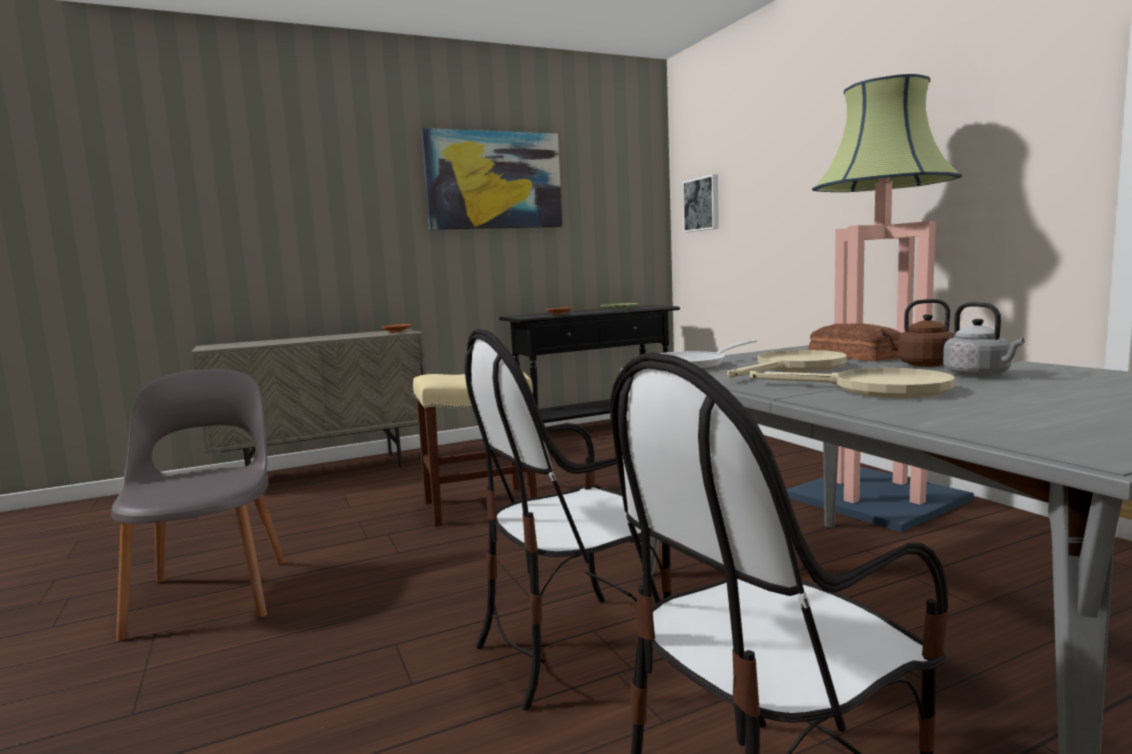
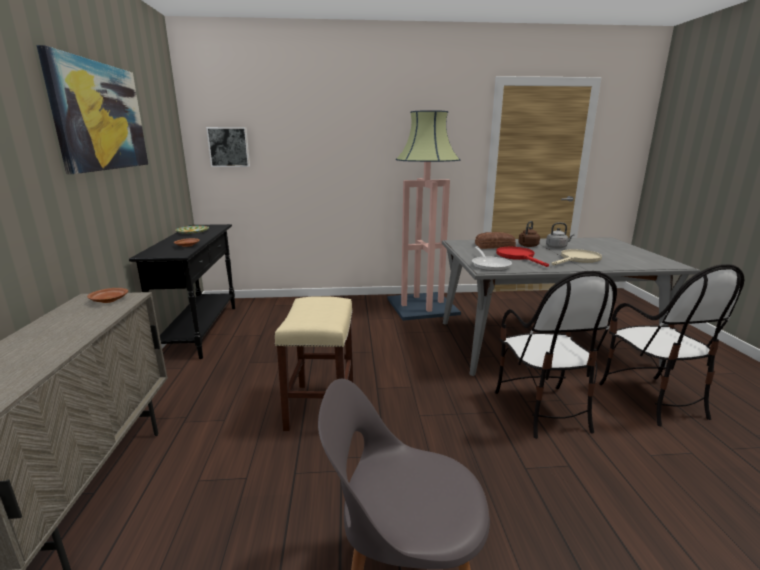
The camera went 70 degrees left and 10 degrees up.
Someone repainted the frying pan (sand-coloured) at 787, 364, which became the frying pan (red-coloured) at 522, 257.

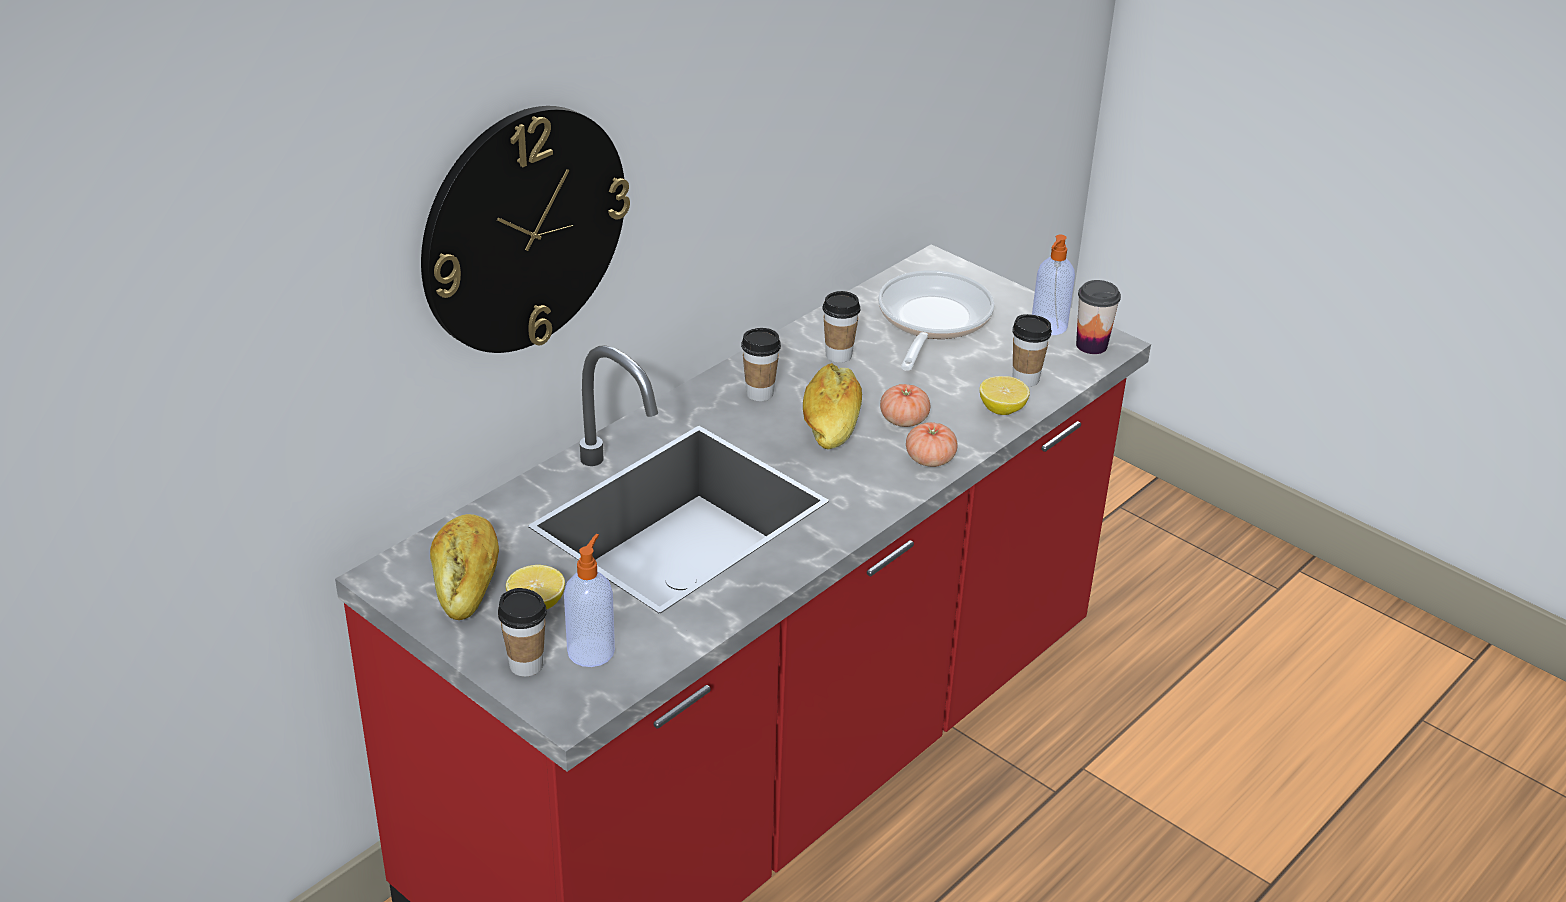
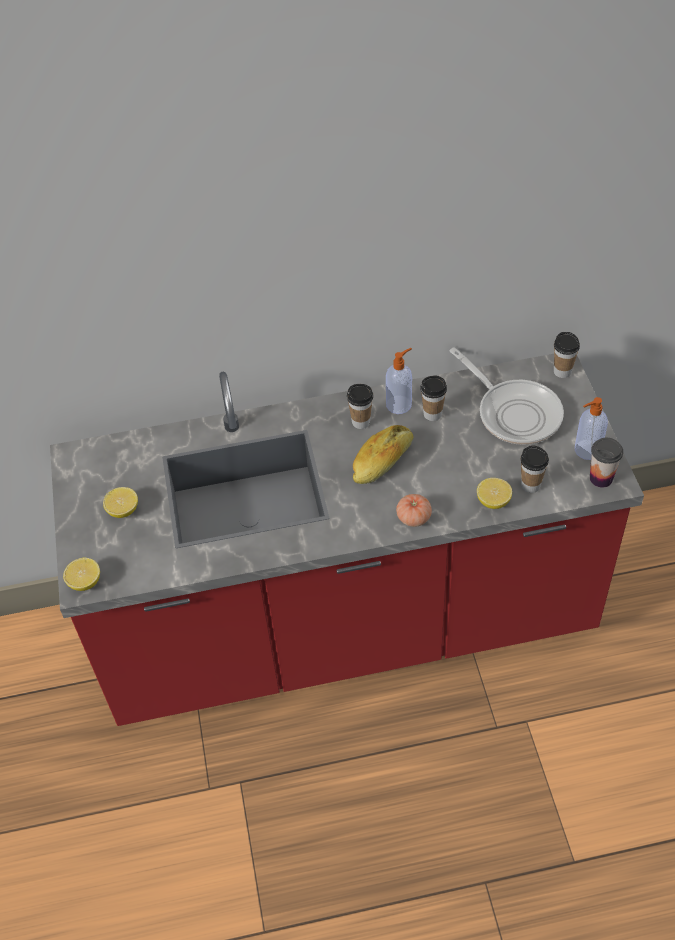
The camera went 40 degrees right and 15 degrees up.
Someone took away the hanging clock at 525, 229.
Someone took away the bread at 464, 567.
Someone carried the drinking cup from 522, 632 to 567, 355.
Someone carried the liquid soap bottle from 589, 600 to 399, 381.
Someone rotated the frying pan at 936, 320 by 90 degrees clockwise.
Someone took away the fresh tomato at 905, 405.
Someone put down the citrus fruit at 81, 574.

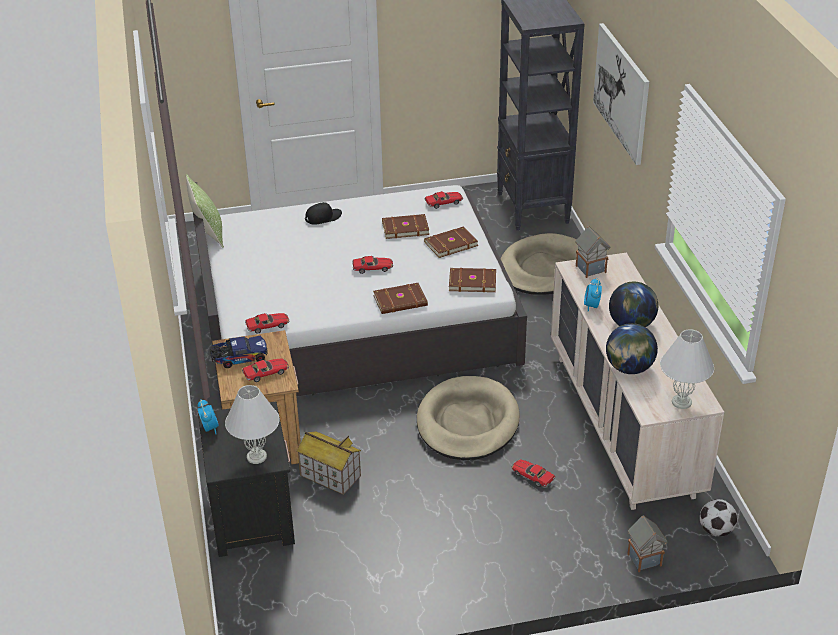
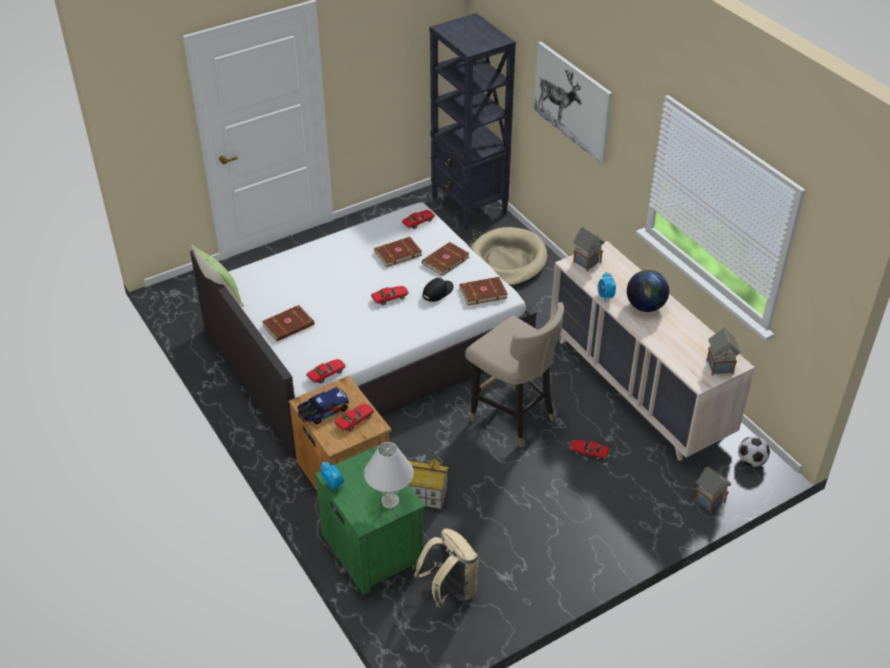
The camera went 20 degrees left and 5 degrees up.
Someone repainted the bedside table (blackish) at 246, 479, which became the bedside table (green) at 370, 520.
Someone carried the peaked cap (blackish) from 323, 213 to 438, 290.
Someone carried the volume (brown) from 400, 298 to 288, 323.
Someone swapped the pet bed (sand-coloured) at 468, 418 for the sitting stool (sand-coloured) at 514, 374.
Someone took away the globe at 632, 348.
Someone swapped the lamp for a table (white-coloured) at 687, 369 for the miniature house at 723, 352.
Someone put down the knapsack (sand-coloured) at 446, 568.

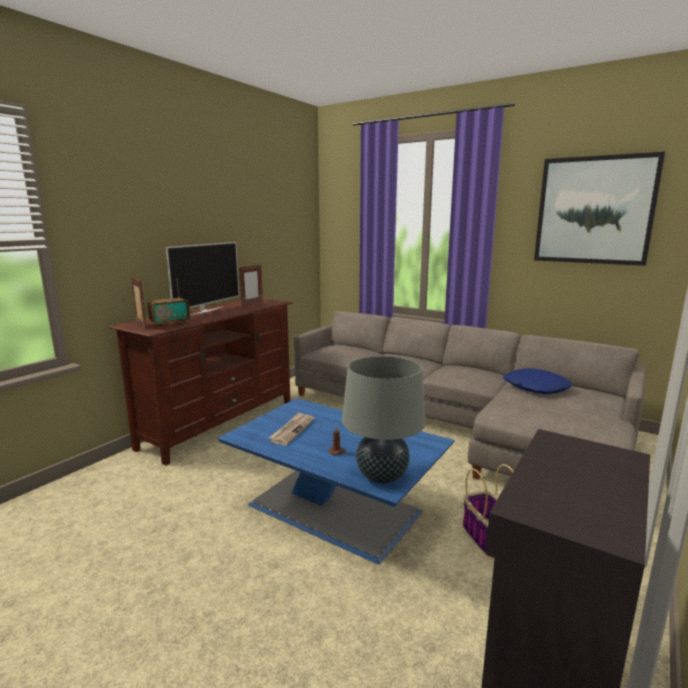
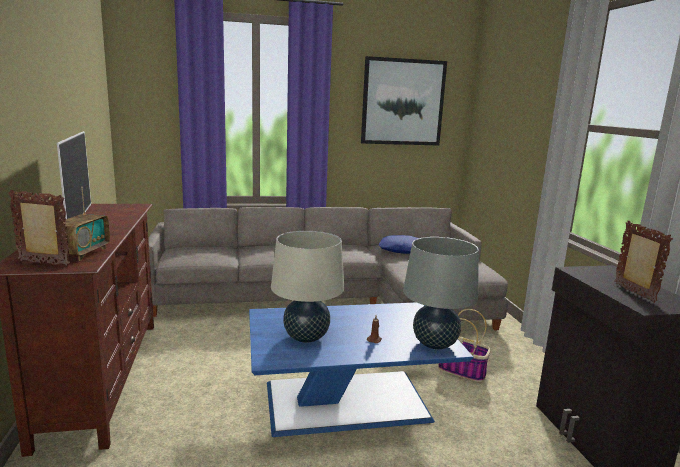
The camera went 45 degrees left and 0 degrees up.
Someone carried the picture frame from 251, 285 to 643, 262.
Someone swapped the printed paper at 291, 429 for the lamp for a table (sand-coloured) at 307, 287.

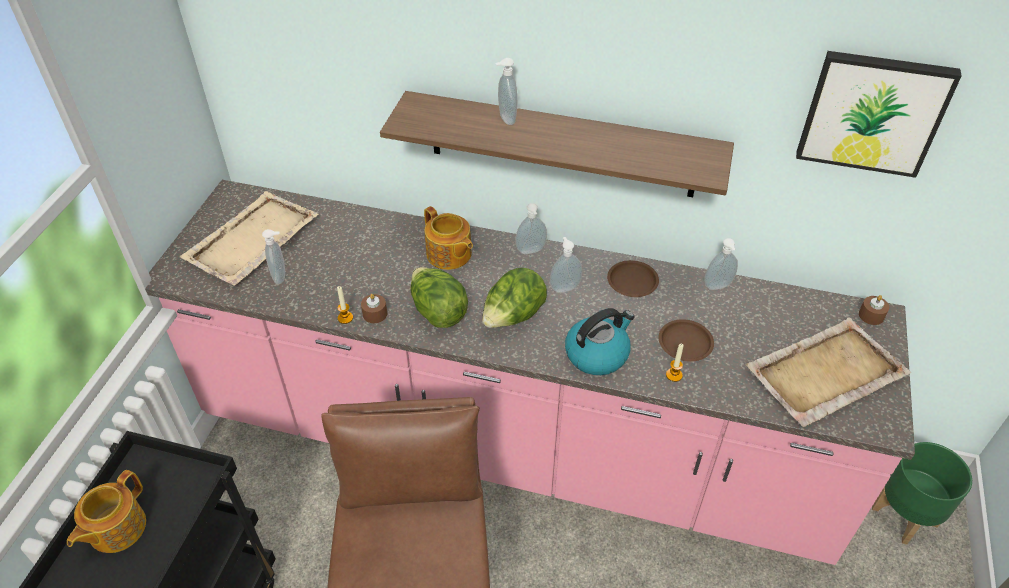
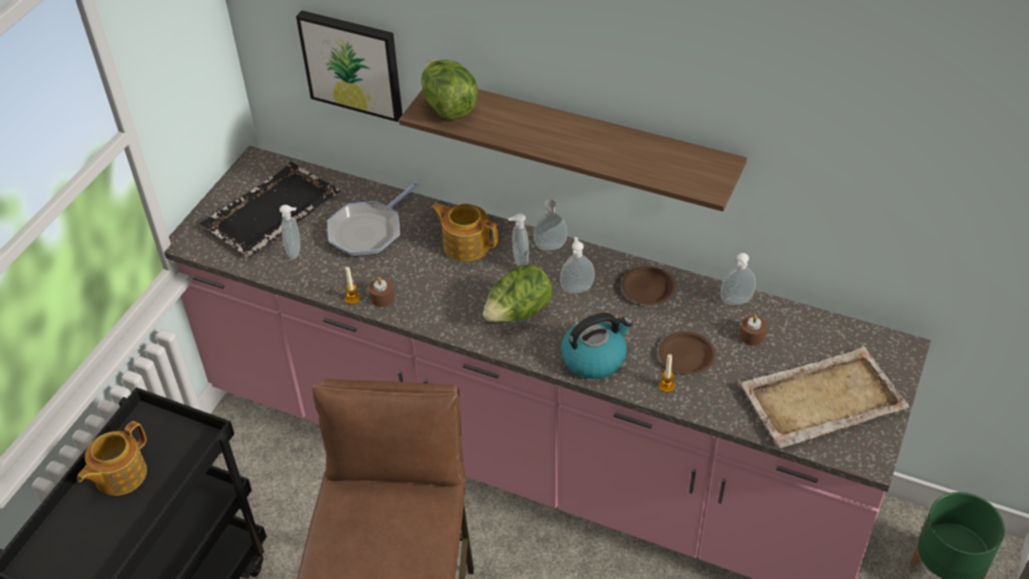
The camera went 10 degrees right and 0 degrees up.
Someone repainted the tray (sand-coloured) at 249, 238, which became the tray (blackish) at 270, 209.
Someone carried the lettuce head from 439, 297 to 449, 89.
Someone rotated the tea pot at 448, 238 by 150 degrees clockwise.
Someone carried the liquid soap bottle from 506, 91 to 518, 239.
Someone carried the wall picture from 878, 114 to 349, 66.
Someone carried the candle (brown) from 874, 310 to 753, 330.
Someone put down the frying pan at 373, 219.

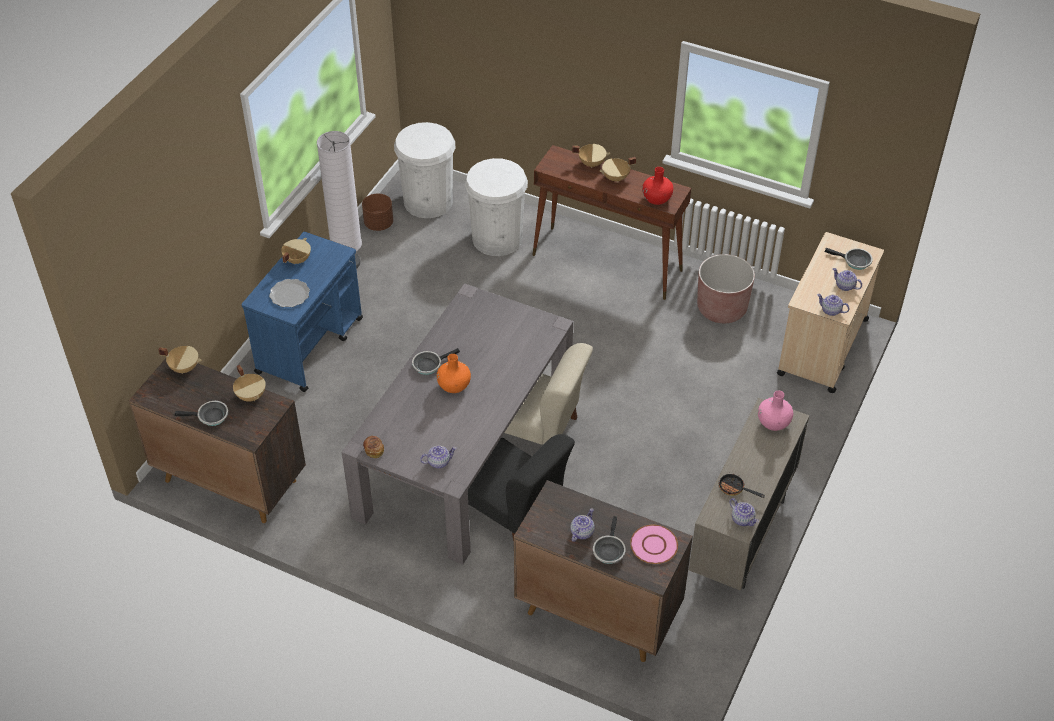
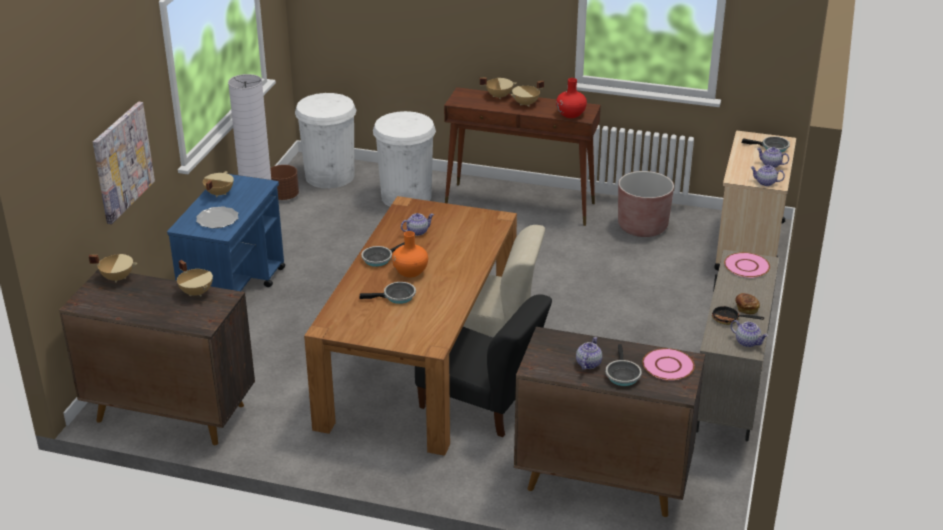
The camera went 10 degrees left and 15 degrees down.
Someone carried the frying pan from 201, 413 to 387, 293.
Someone repainted the dining table (grey) at 457, 423, which became the dining table (brown) at 410, 326.
Someone carried the bread from 373, 447 to 747, 303.
Someone carried the tea pot from 438, 457 to 417, 224.
Someone swapped the vase (pinkish) at 775, 411 for the plate (pinkish) at 747, 265.
Someone put up the wall picture at 124, 163.

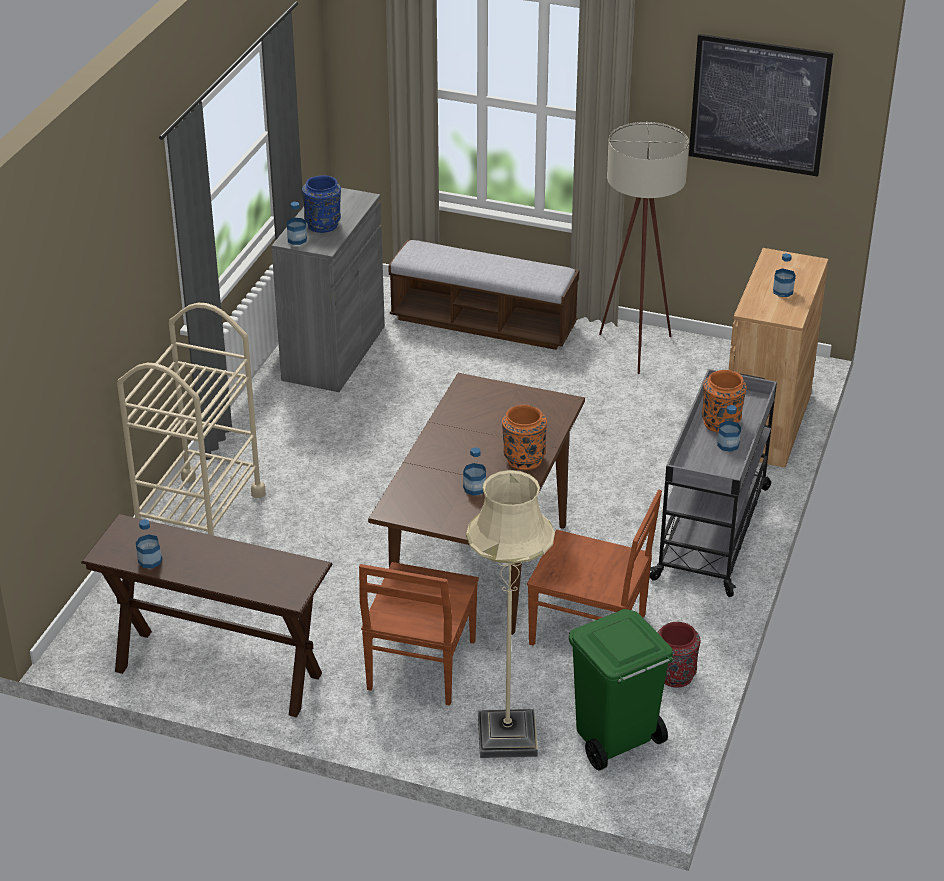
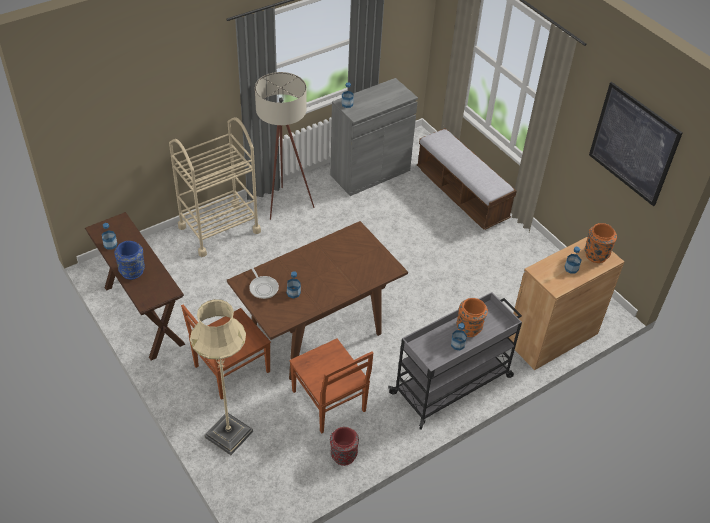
The camera went 35 degrees right and 10 degrees up.
Someone carried the vase (bluish) from 321, 204 to 129, 260.
Someone carried the vase (orange) from 524, 437 to 601, 243.
Someone took away the trash can (green) at 621, 689.
Someone carried the floor lamp (sand-coloured) from 644, 248 to 285, 146.
Someone put down the frying pan at 263, 280.

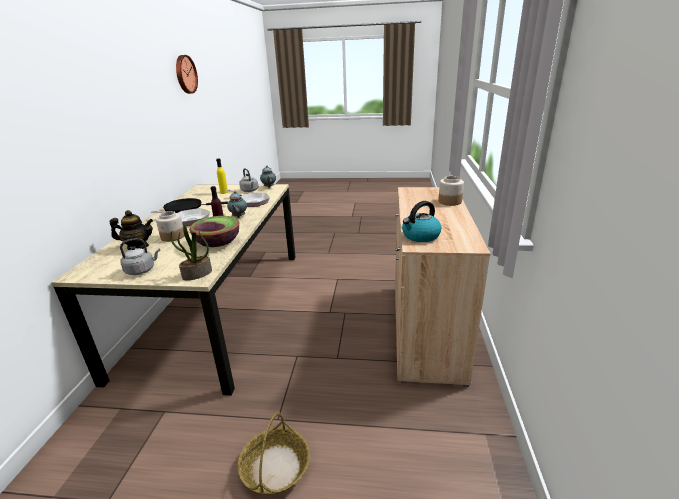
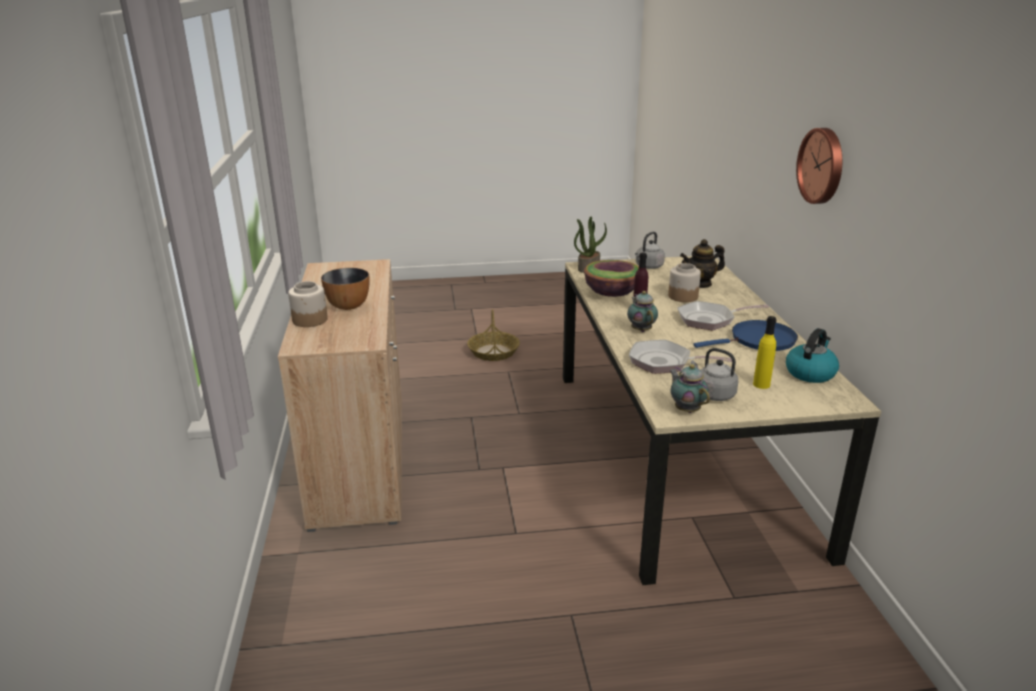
The camera went 165 degrees right and 0 degrees up.
Someone repainted the frying pan (blackish) at 195, 205, which became the frying pan (bluish) at 745, 335.
Someone carried the hanging clock from 187, 74 to 819, 166.
Someone carried the tea kettle from 421, 221 to 812, 355.
Someone put down the deep dish at 345, 289.

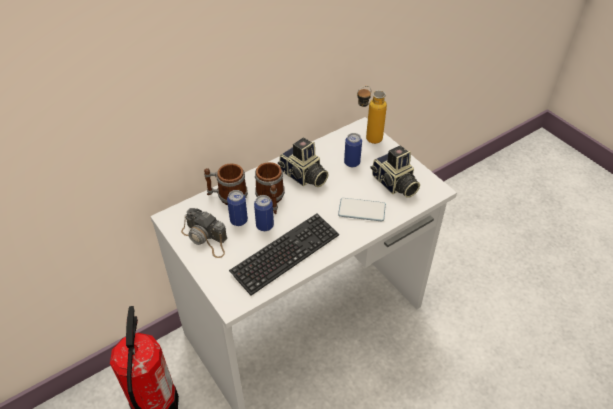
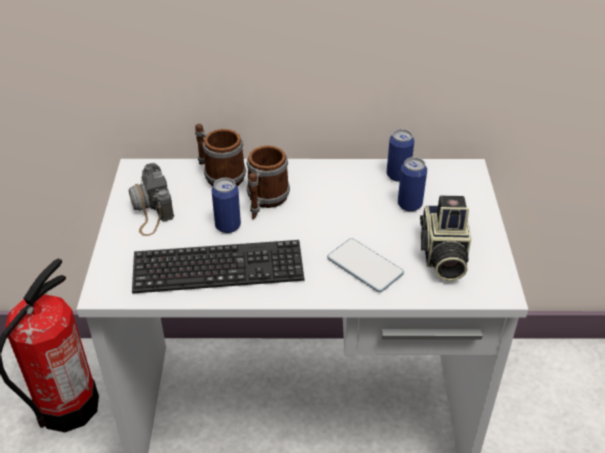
The camera went 35 degrees right and 5 degrees down.
Someone carried the sealed can from 237, 208 to 400, 155.
Someone took away the photo camera at 303, 162.
Someone took away the drink bottle at 372, 115.

